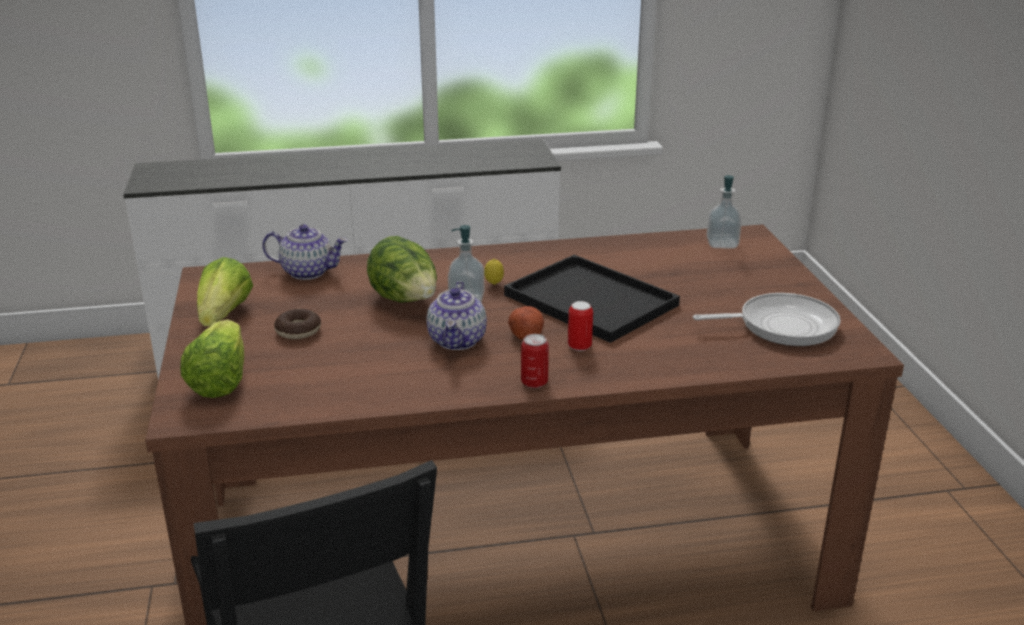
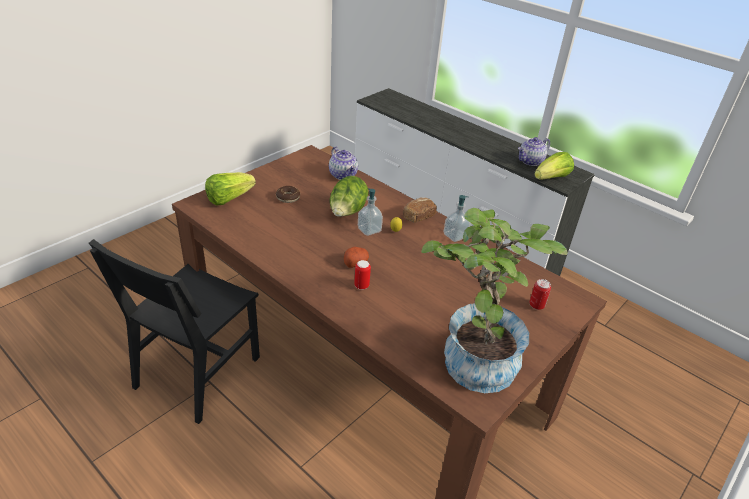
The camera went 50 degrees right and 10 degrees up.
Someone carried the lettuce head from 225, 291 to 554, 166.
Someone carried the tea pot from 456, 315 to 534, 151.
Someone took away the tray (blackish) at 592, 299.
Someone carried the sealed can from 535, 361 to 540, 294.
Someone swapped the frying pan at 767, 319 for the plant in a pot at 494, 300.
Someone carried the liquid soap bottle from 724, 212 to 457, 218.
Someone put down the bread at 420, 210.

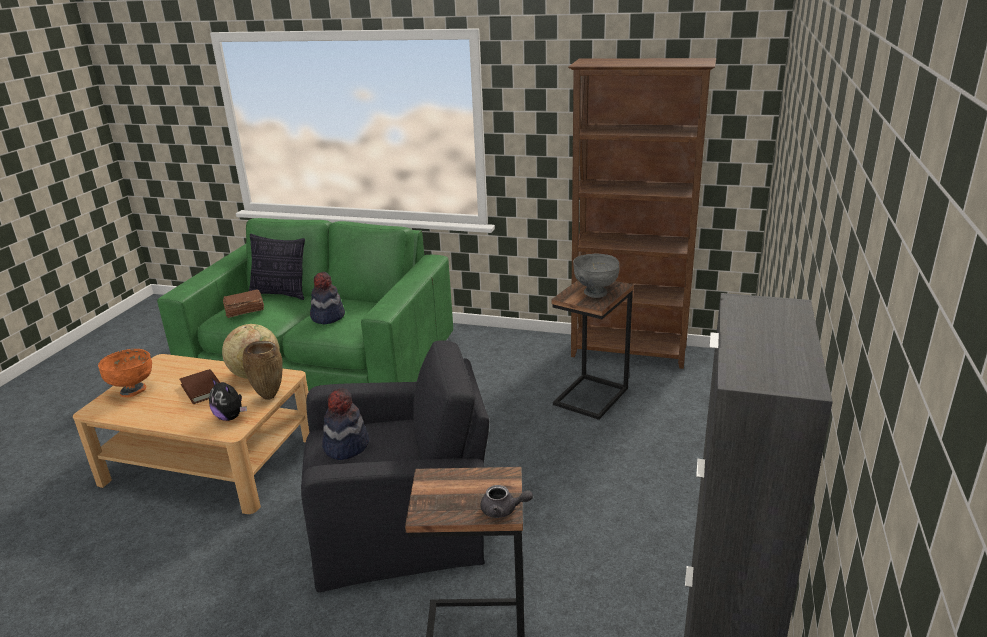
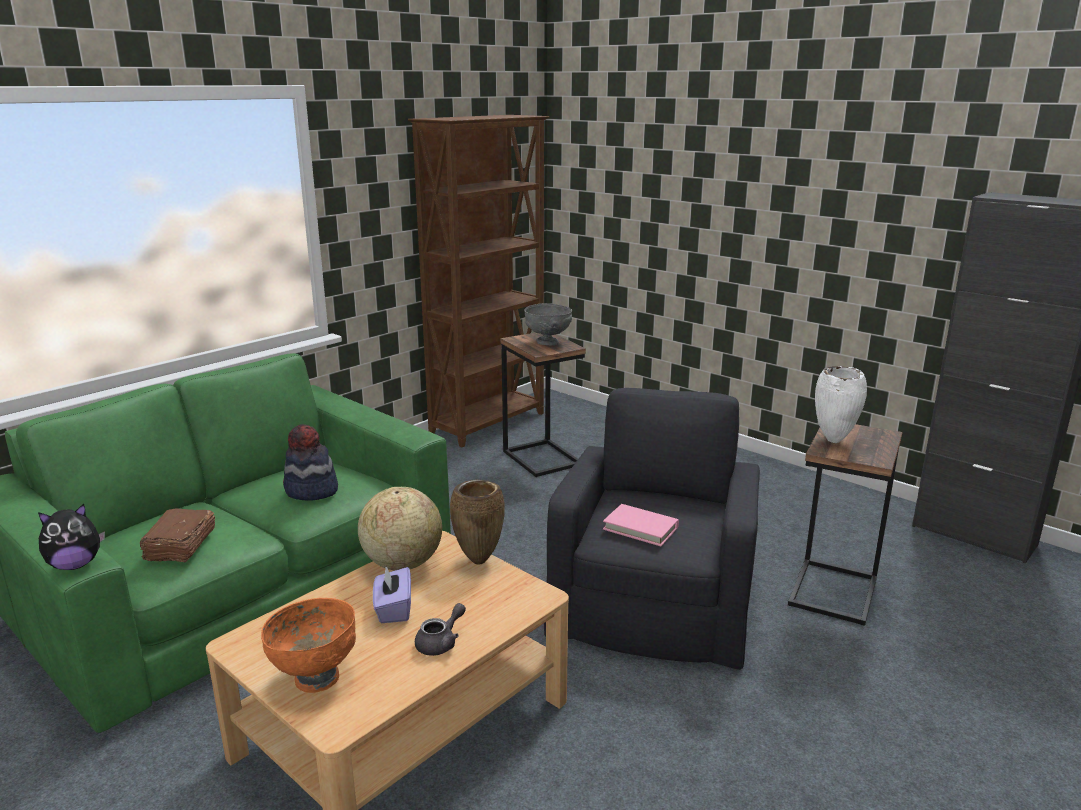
The camera went 65 degrees left and 5 degrees down.
Someone swapped the volume (brown) at 200, 386 for the tissue box (purple-coloured) at 392, 594.
Someone carried the soft toy from 228, 400 to 71, 537.
Someone took away the pillow at 277, 267.
Someone swapped the wearable hat at 345, 424 for the volume (pinkish) at 641, 525.
Someone carried the tea pot (grey) from 507, 501 to 440, 629.
Someone put down the vase (white-coloured) at 841, 404.

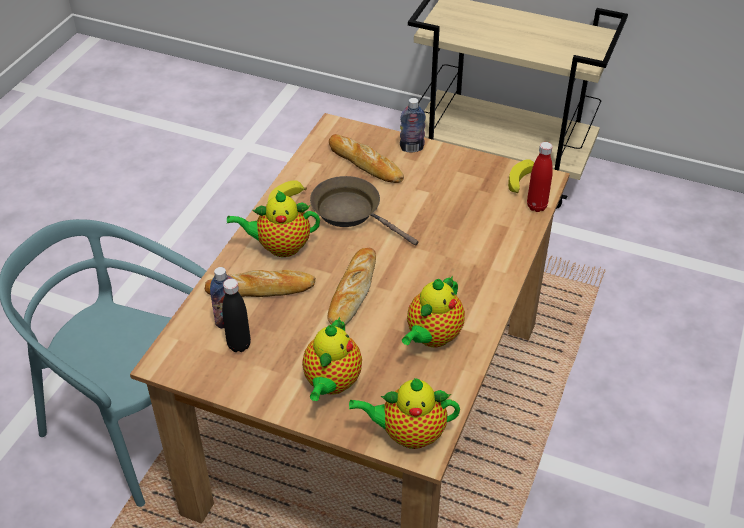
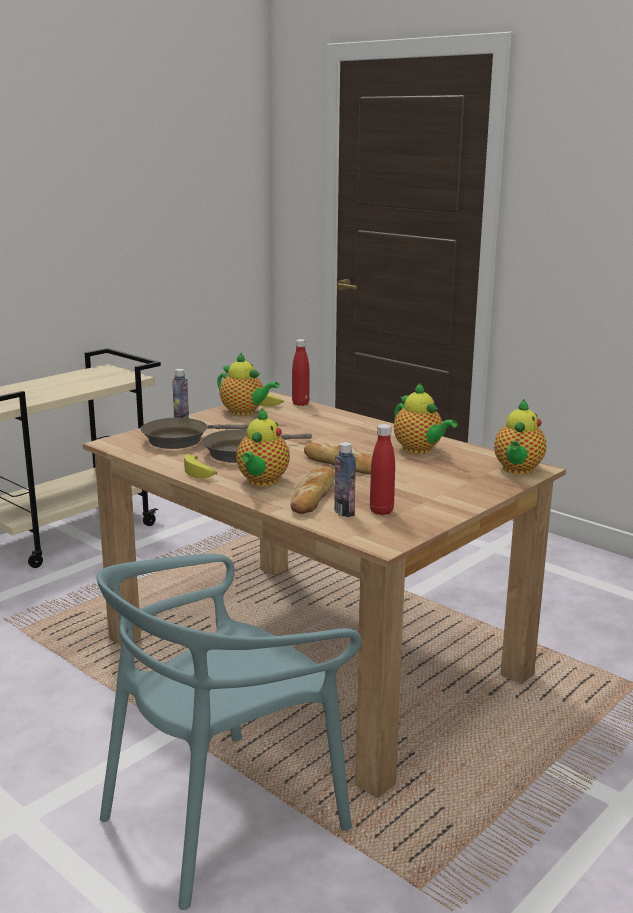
The camera went 70 degrees left and 25 degrees down.
Someone repainted the drink bottle (blackish) at 236, 315, which became the drink bottle (red-coloured) at 382, 469.
Someone carried the tea pot from 332, 359 to 248, 384.
Someone swapped the bread at 366, 158 for the frying pan (brown) at 194, 433.

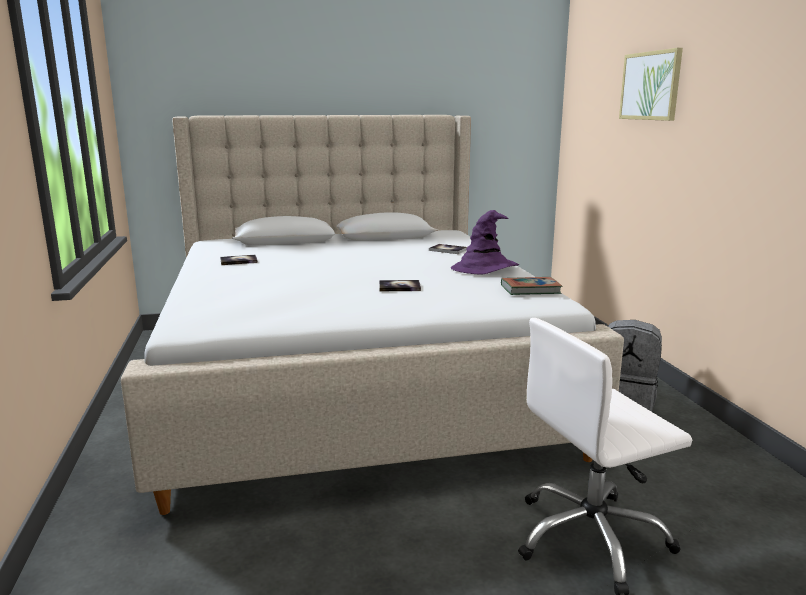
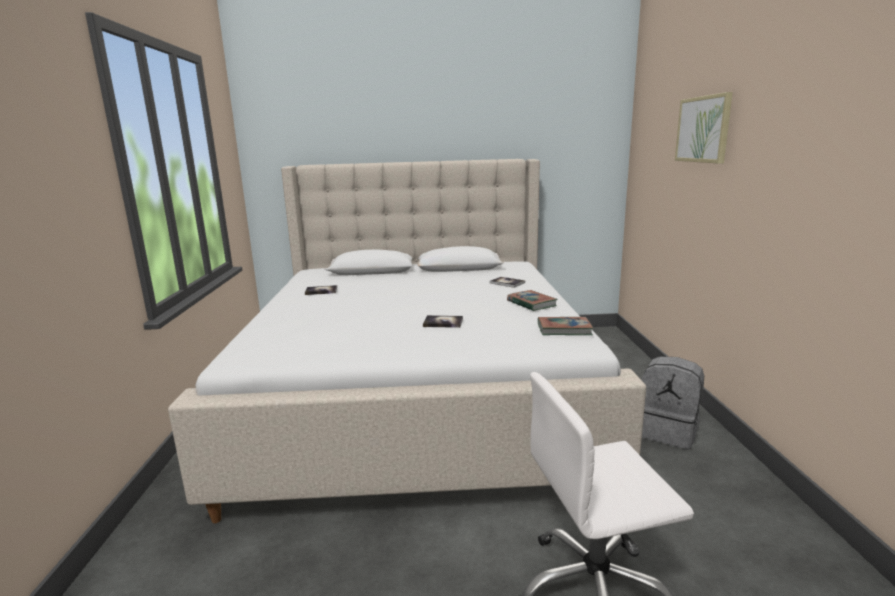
The camera went 10 degrees right and 0 degrees up.
Someone swapped the wearable hat (purple-coloured) at 485, 242 for the volume at 532, 300.

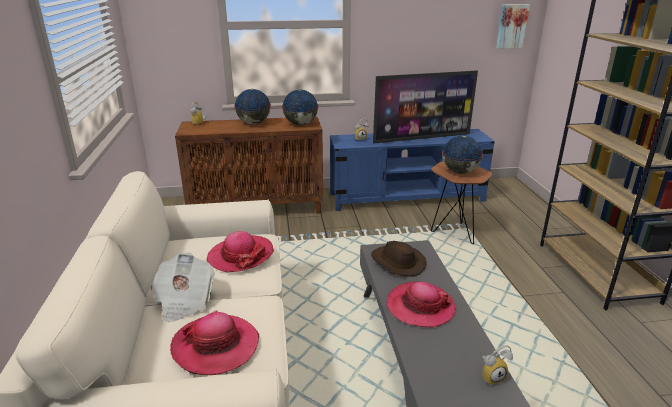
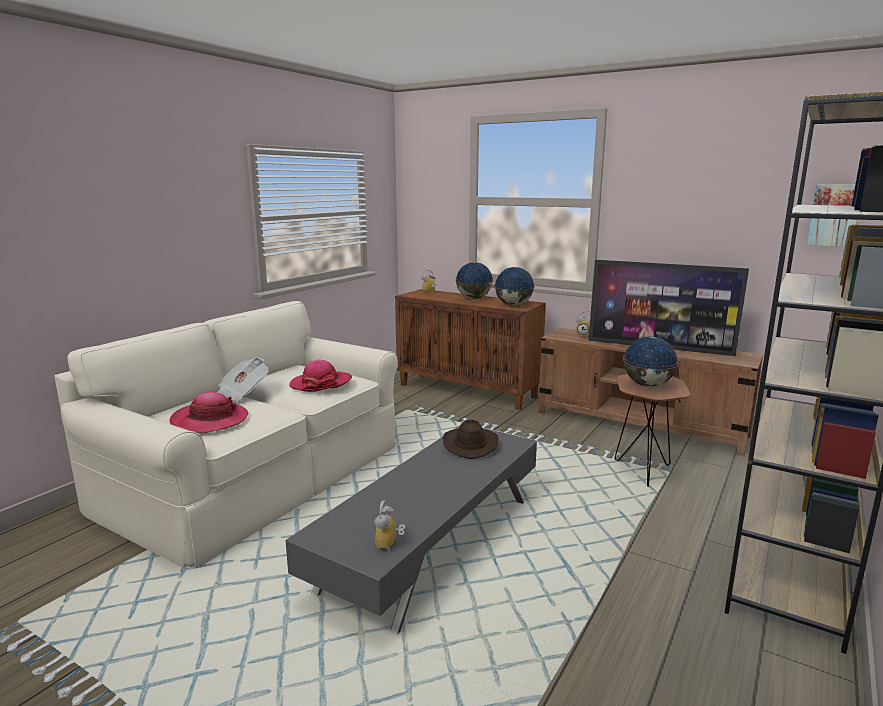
The camera went 40 degrees right and 10 degrees down.
Someone repainted the media console (bluish) at 412, 170, which became the media console (brown) at 650, 392.
Someone took away the wearable hat at 421, 305.
Someone rotated the alarm clock at 497, 365 by 75 degrees clockwise.

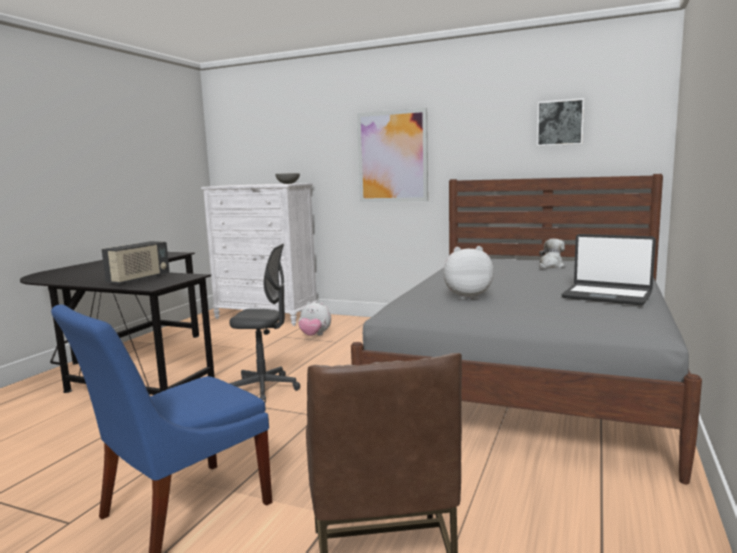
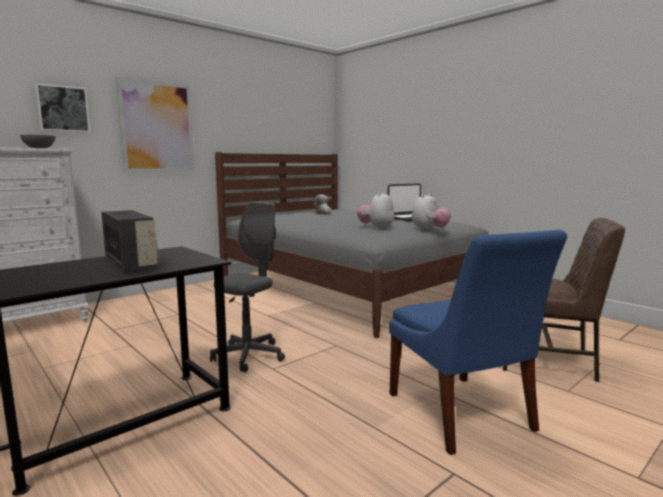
The camera went 65 degrees left and 0 degrees up.
Someone carried the soft toy from 314, 319 to 431, 212.
Someone carried the wall picture from 560, 122 to 62, 107.

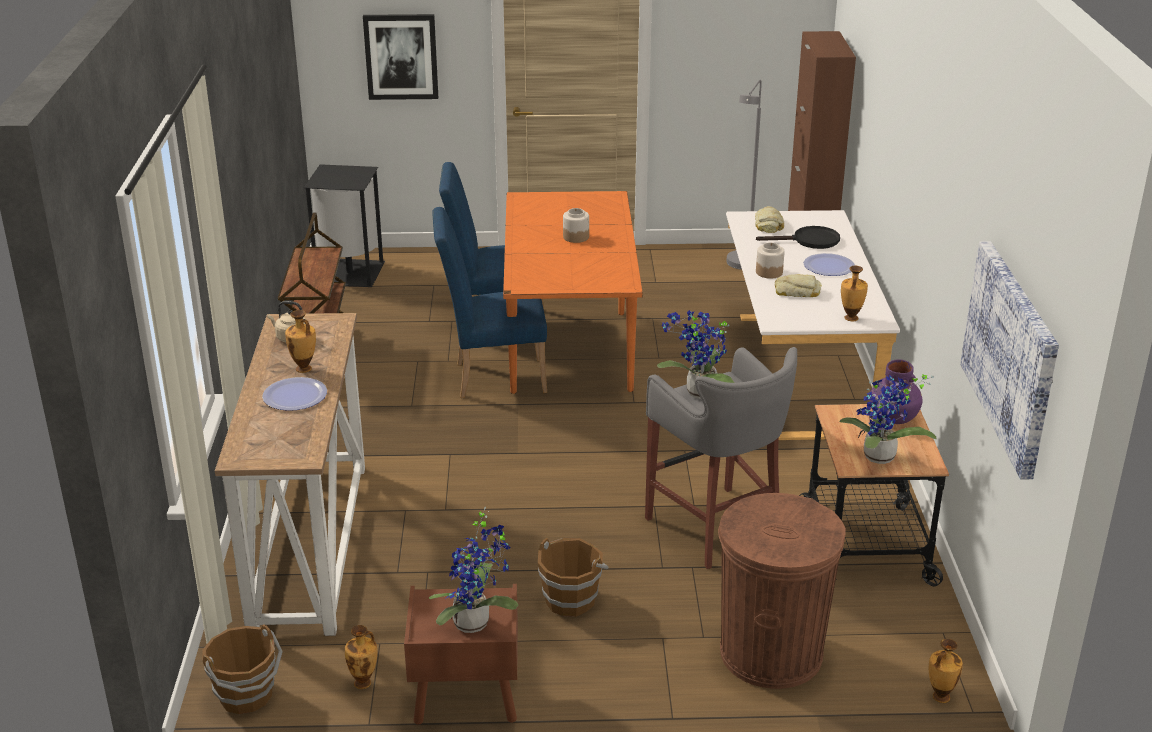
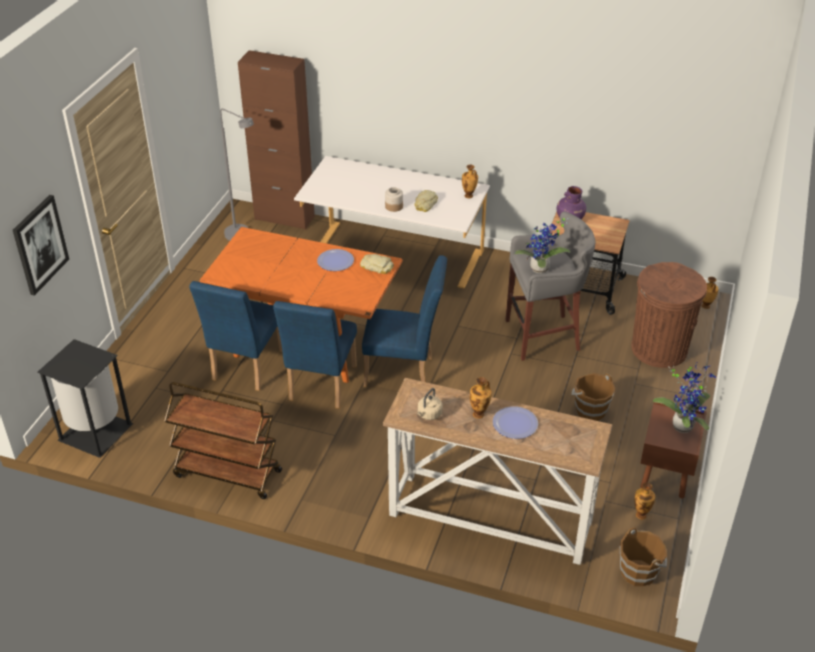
The camera went 70 degrees left and 10 degrees up.
Someone took away the jar at 576, 225.
Someone carried the bread from 769, 219 to 377, 264.
Someone took away the frying pan (blackish) at 798, 237.
Someone carried the plate from 829, 264 to 335, 260.
Someone took away the plant in a pot at 888, 419.
Someone took away the wall picture at 1009, 360.
Someone put down the plain chair (bluish) at 404, 321.

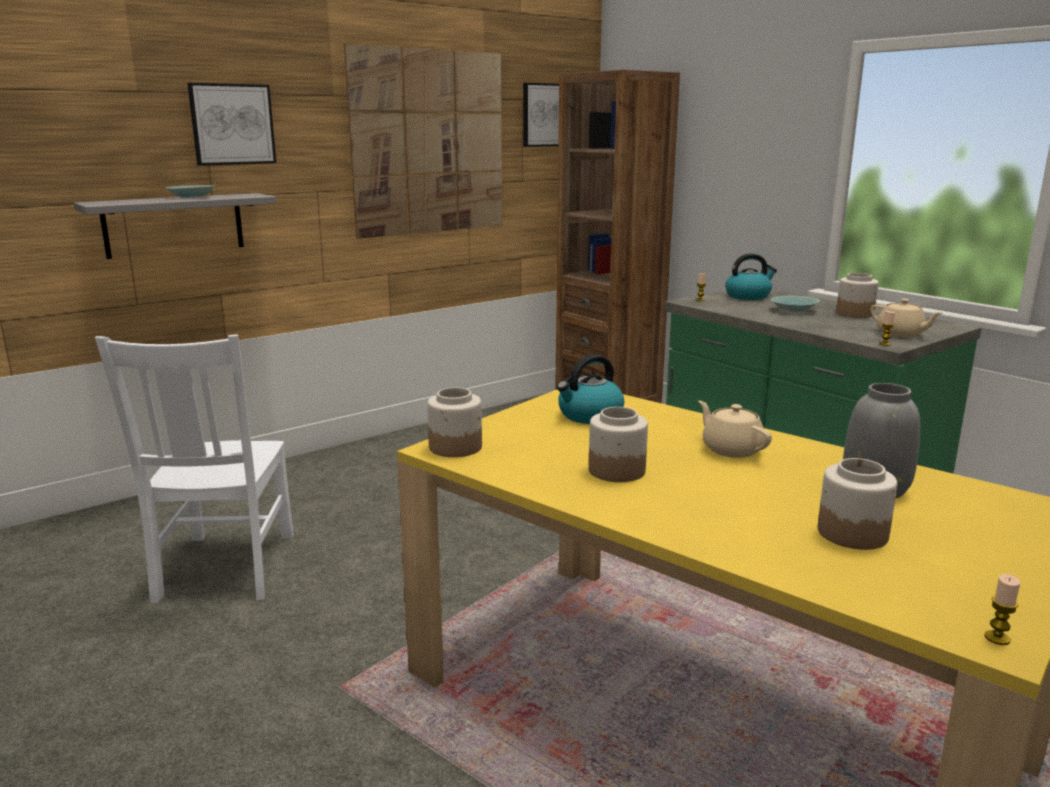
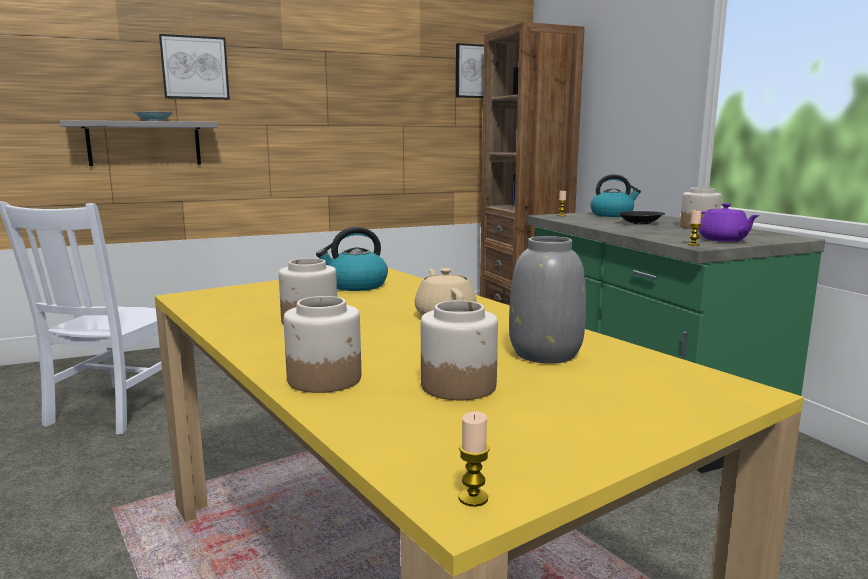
The camera went 15 degrees right and 5 degrees down.
Someone took away the wall picture at 423, 141.
Someone carried the jar from 454, 422 to 322, 344.
Someone repainted the deep dish (turquoise-coloured) at 795, 304, which became the deep dish (blackish) at 641, 217.
Someone repainted the tea pot (sand-coloured) at 906, 318, which became the tea pot (purple-coloured) at 729, 222.

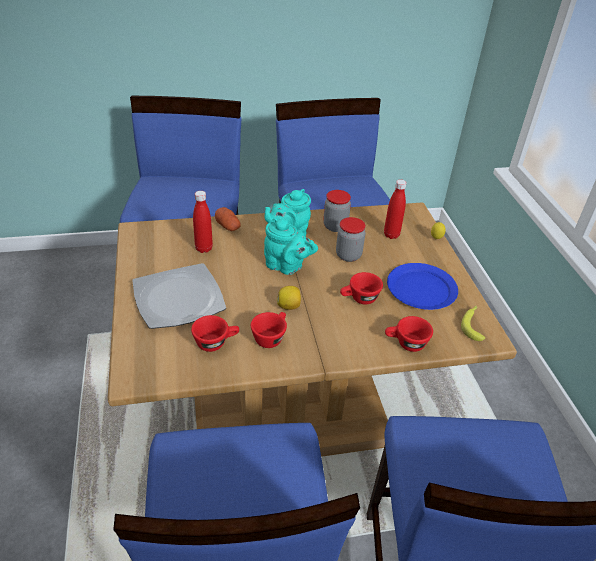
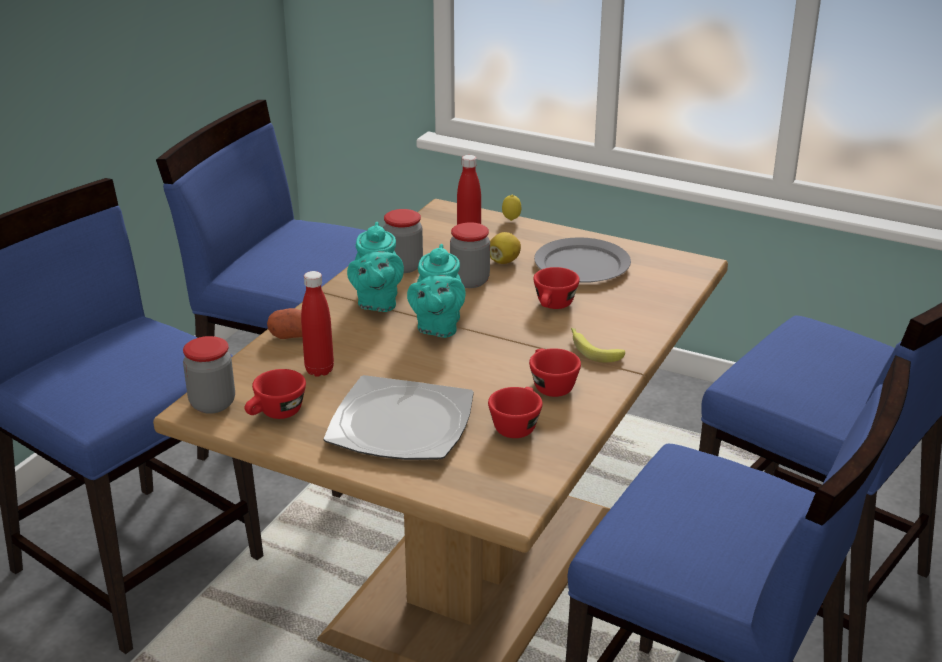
The camera went 50 degrees left and 10 degrees down.
Someone rotated the tea pot (turquoise-coloured) at 291, 246 by 120 degrees clockwise.
Someone carried the citrus fruit from 289, 298 to 505, 248.
Someone carried the drinking cup (red-coloured) from 409, 334 to 275, 394.
Someone repainted the plate (bluish) at 422, 286, which became the plate (grey) at 582, 260.
Someone carried the whole banana from 473, 323 to 598, 345.
Someone put down the jar at 209, 375.

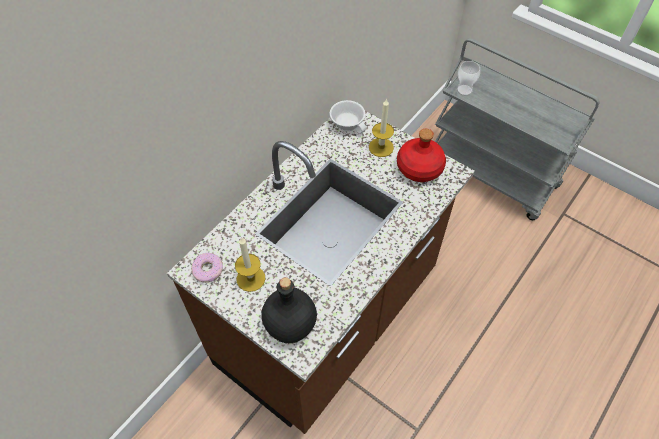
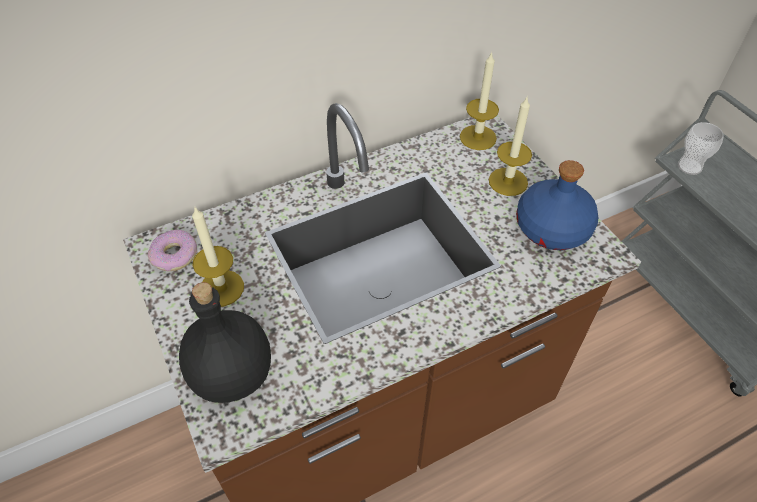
The camera went 25 degrees right and 5 degrees down.
Someone swapped the drinking cup (white-coloured) at 348, 117 for the candle at 479, 101.
Someone repainted the drink bottle (red-coloured) at 421, 155, which became the drink bottle (bluish) at 557, 205.

